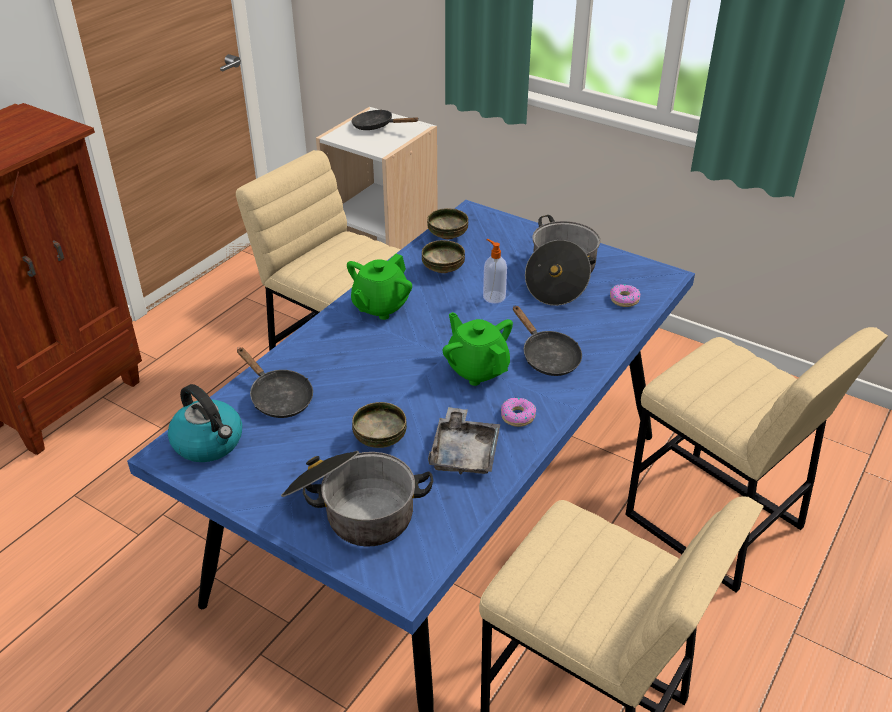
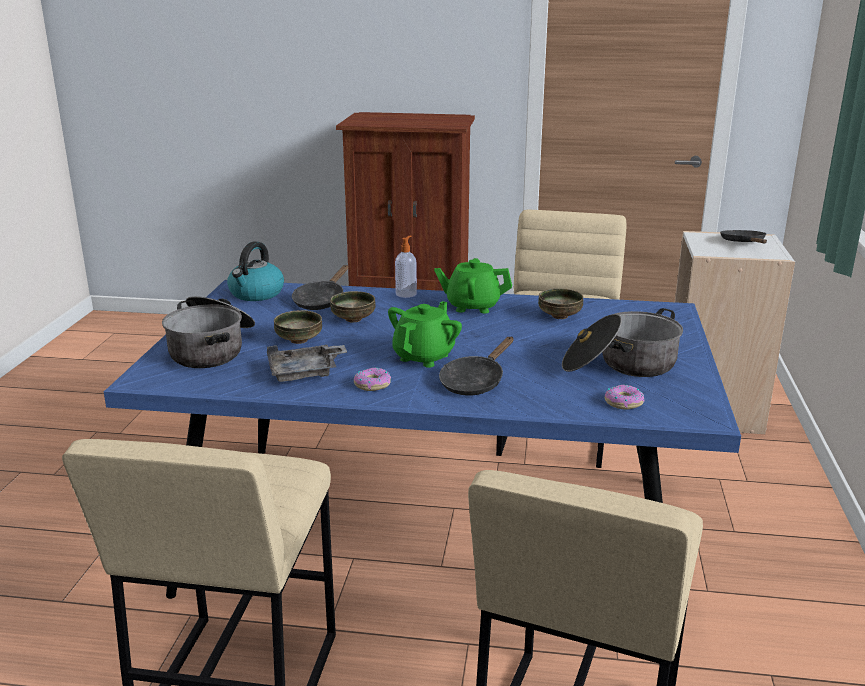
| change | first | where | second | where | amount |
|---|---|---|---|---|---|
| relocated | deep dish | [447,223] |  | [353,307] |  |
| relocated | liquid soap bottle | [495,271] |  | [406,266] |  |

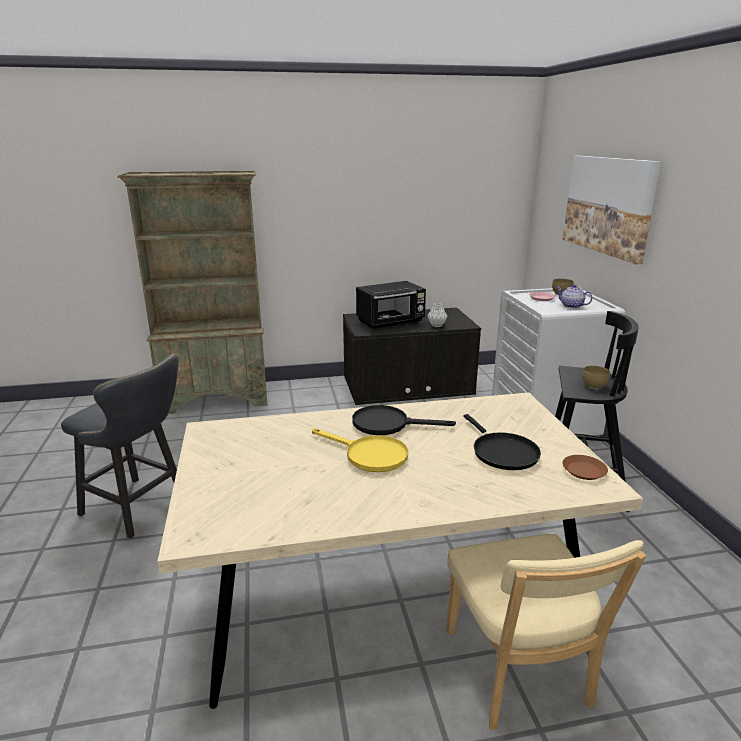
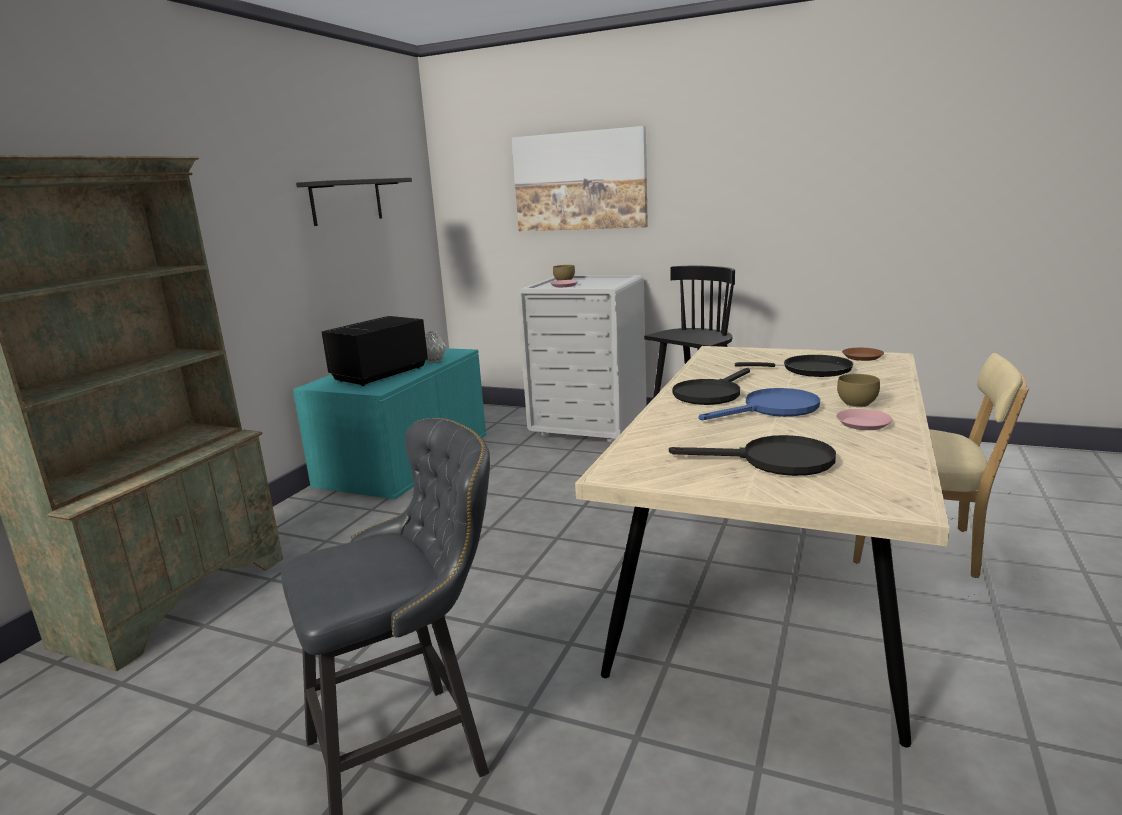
| change | first | where | second | where | amount |
|---|---|---|---|---|---|
| colour | yellow-coloured frying pan | [360,450] | bluish frying pan | [759,404] |  |
| colour | blackish cupboard | [412,356] | blue-green cupboard | [389,424] |  |
| spun | blackish kitchen microwave | [391,305] |  | [375,351] | 150 degrees counterclockwise |
| missing | tea pot | [574,296] |  |  |  |
| relocated | brownish deep dish | [596,377] |  | [858,390] |  |
| appeared |  |  | blackish shelf | [354,202] |  |
| appeared |  |  | blackish frying pan | [752,455] |  |
| appeared |  |  | pink dinner plate | [864,419] |  |

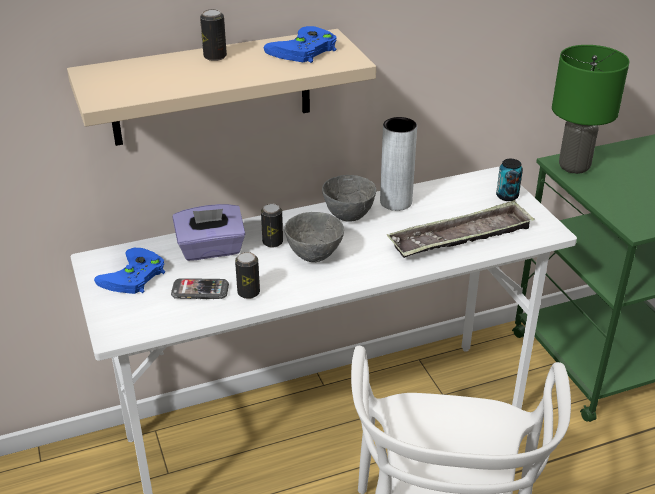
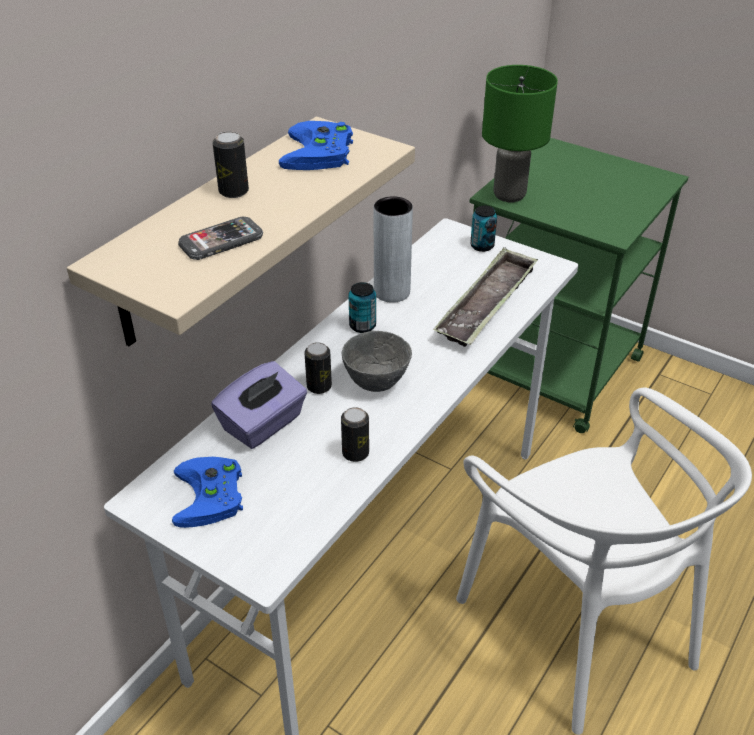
| change | first | where | second | where | amount |
|---|---|---|---|---|---|
| relocated | phone | [200,288] |  | [220,238] |  |
| exchanged | gray deep dish | [349,198] | metal can | [362,307] |  |

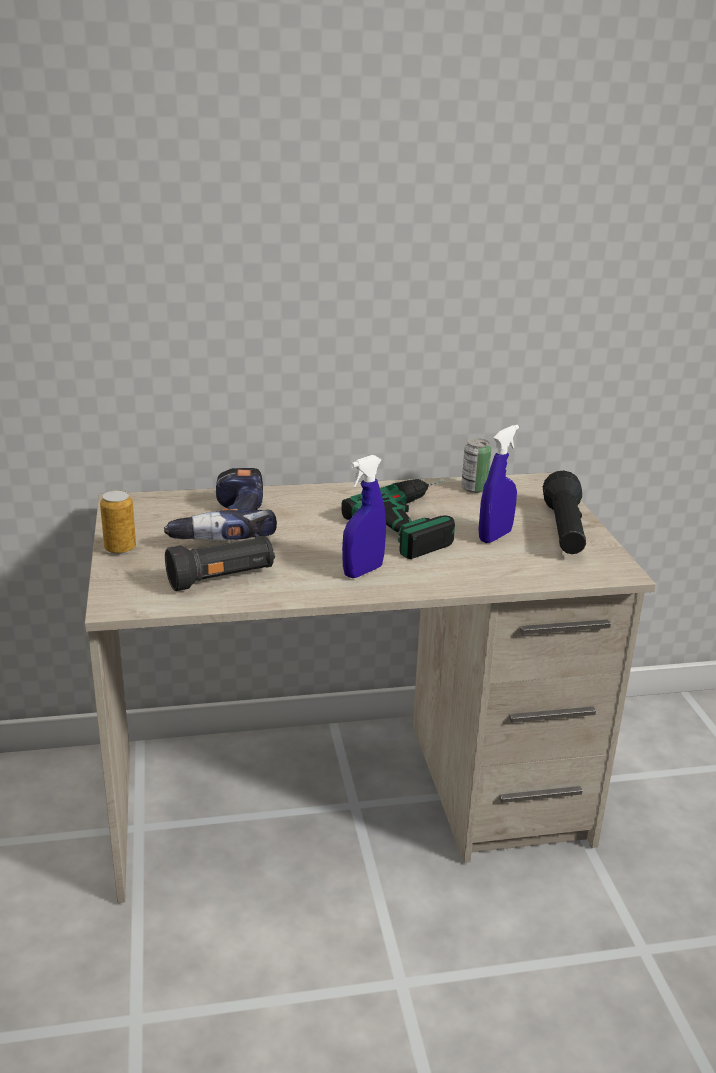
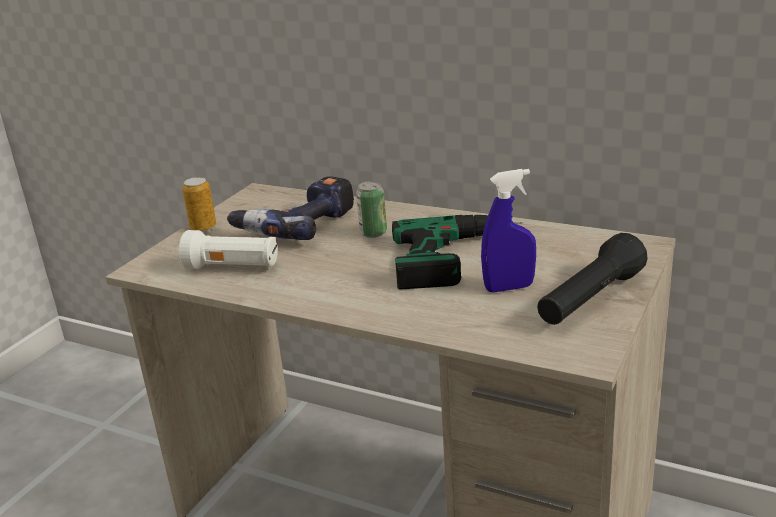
| change | first | where | second | where | amount |
|---|---|---|---|---|---|
| colour | blackish flashlight | [220,563] | white-coloured flashlight | [228,249] |  |
| missing | bluish sprayer | [364,516] |  |  |  |
| relocated | metal can | [476,465] |  | [371,209] |  |

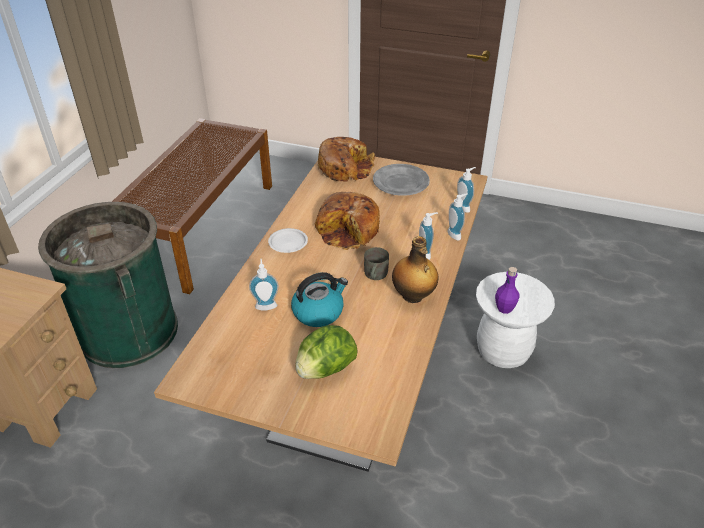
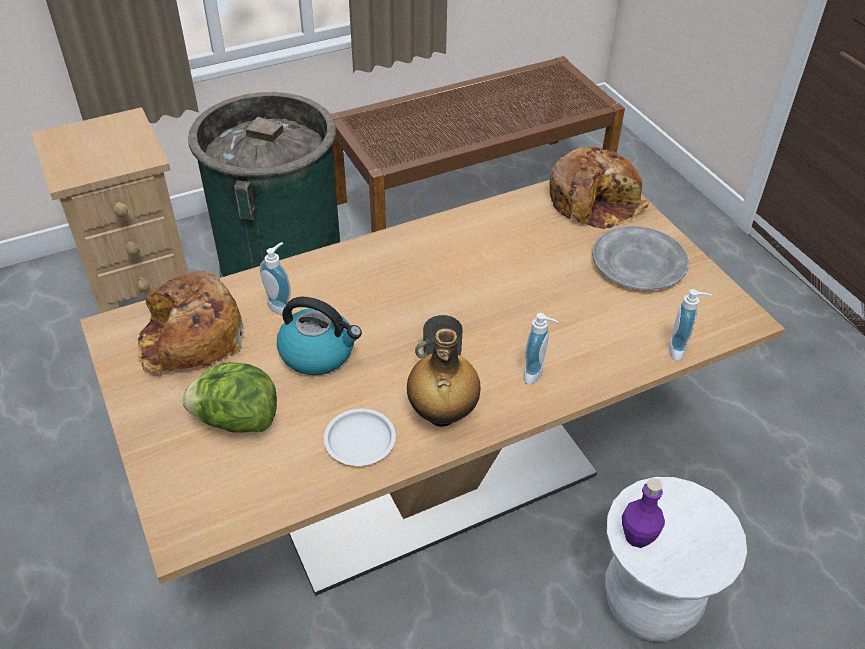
| change | first | where | second | where | amount |
|---|---|---|---|---|---|
| relocated | white-coloured dinner plate | [288,240] |  | [360,437] |  |
| relocated | bakery bread | [347,221] |  | [191,322] |  |
| missing | liquid soap bottle | [457,216] |  |  |  |

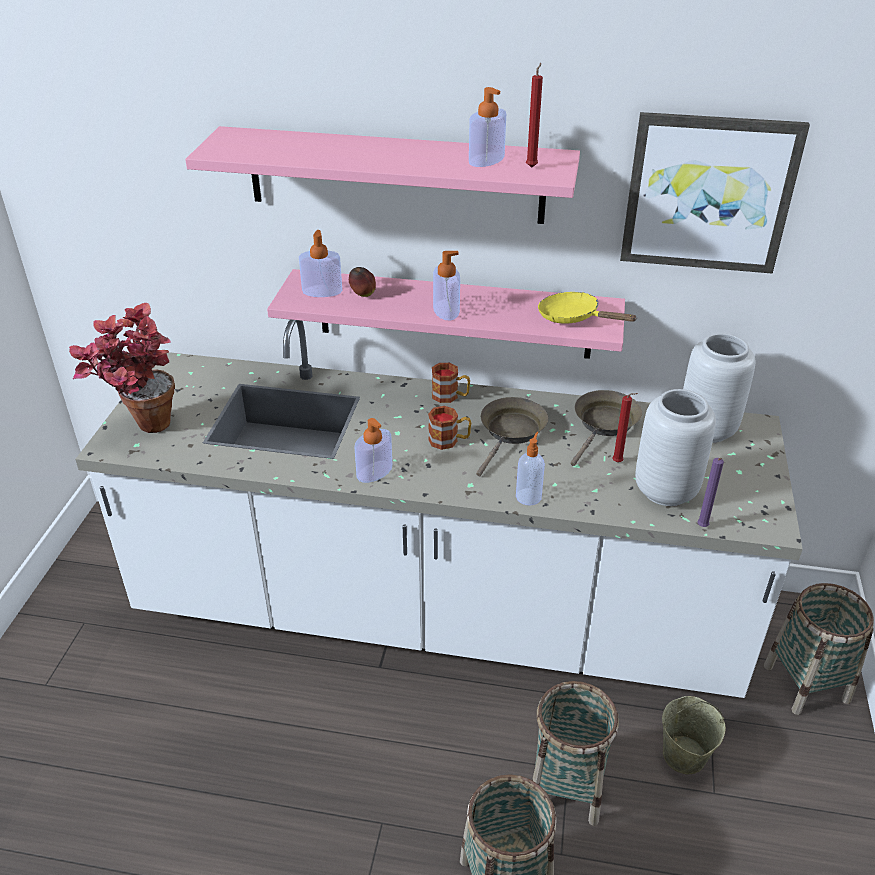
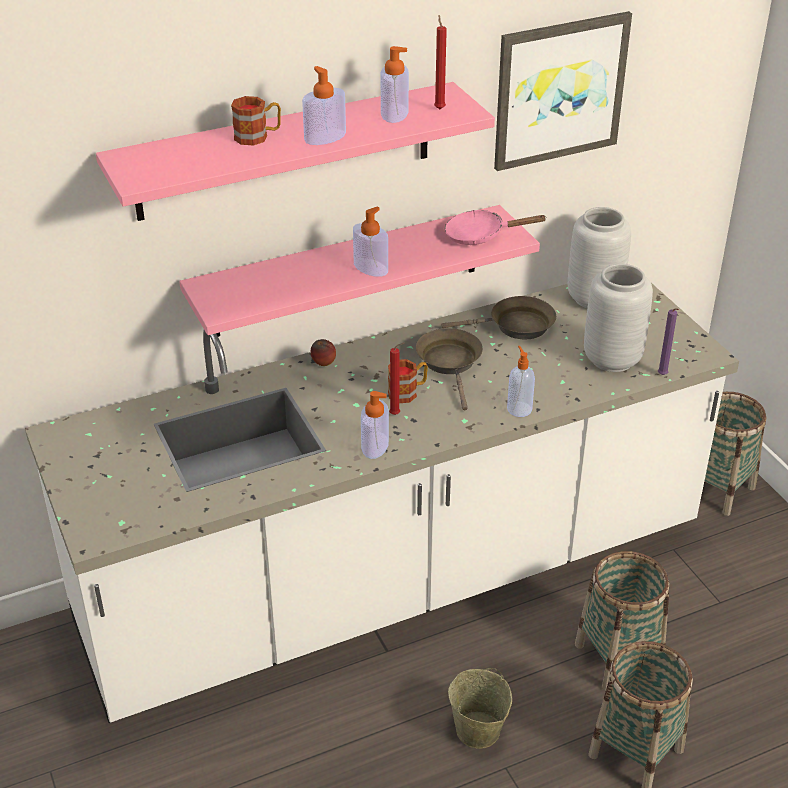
| change | first | where | second | where | amount |
|---|---|---|---|---|---|
| missing | plant in a pot | [122,368] |  |  |  |
| relocated | liquid soap bottle | [320,263] |  | [324,105] |  |
| relocated | apple | [362,282] |  | [323,352] |  |
| relocated | coffee mug | [451,383] |  | [256,121] |  |
| colour | yellow-coloured frying pan | [588,308] | pink frying pan | [496,227] |  |
| spun | brownish frying pan | [606,428] |  | [499,317] | 90 degrees clockwise |
| relocated | red wax light | [625,427] |  | [396,378] |  |
| relocated | sand-coloured bucket | [694,735] |  | [480,708] |  |

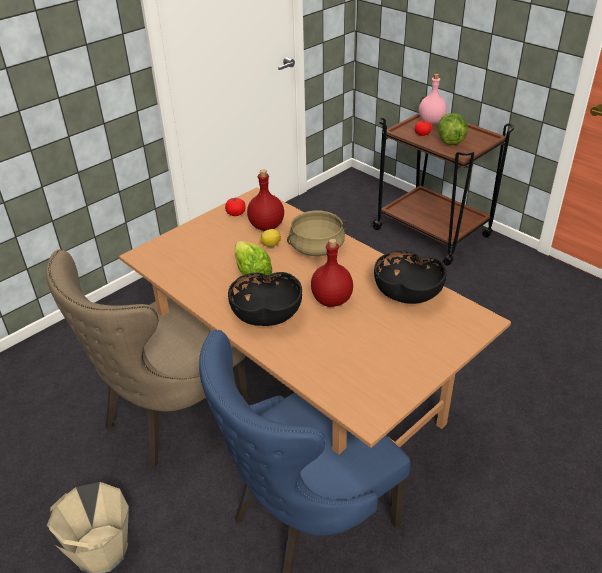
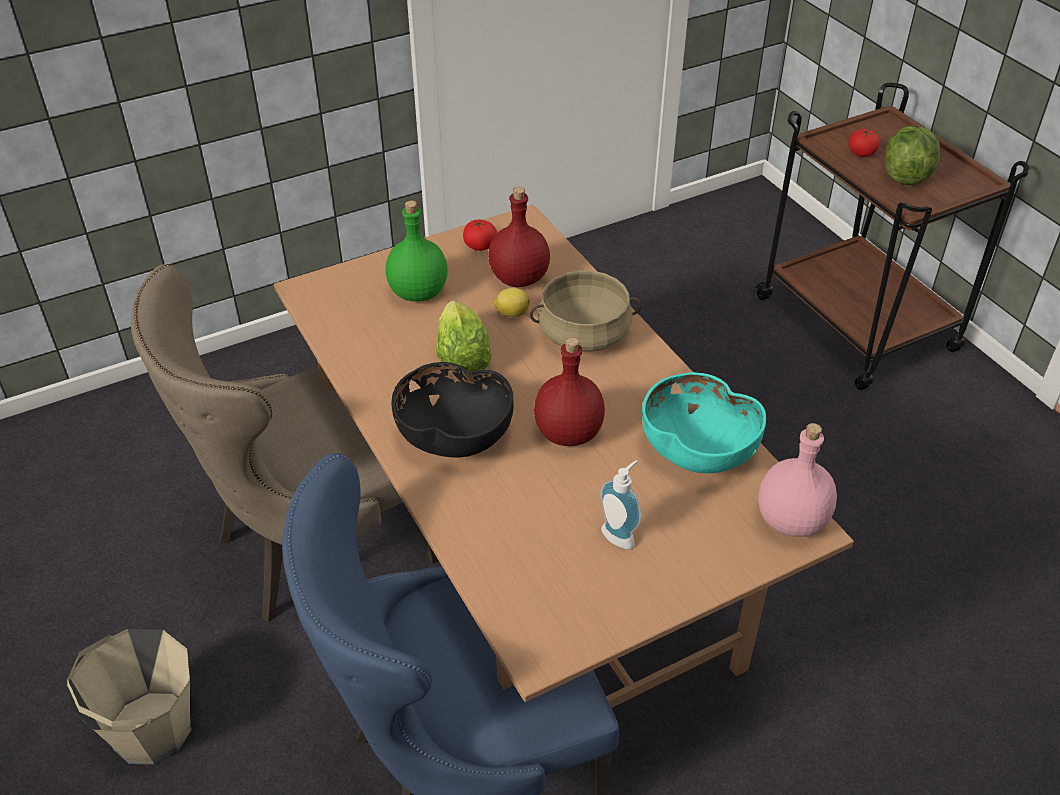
| change | first | where | second | where | amount |
|---|---|---|---|---|---|
| colour | blackish deep dish | [410,277] | blue-green deep dish | [704,422] |  |
| relocated | pink drink bottle | [433,99] |  | [797,480] |  |
| appeared |  |  | green drink bottle | [417,251] |  |
| appeared |  |  | liquid soap bottle | [620,504] |  |

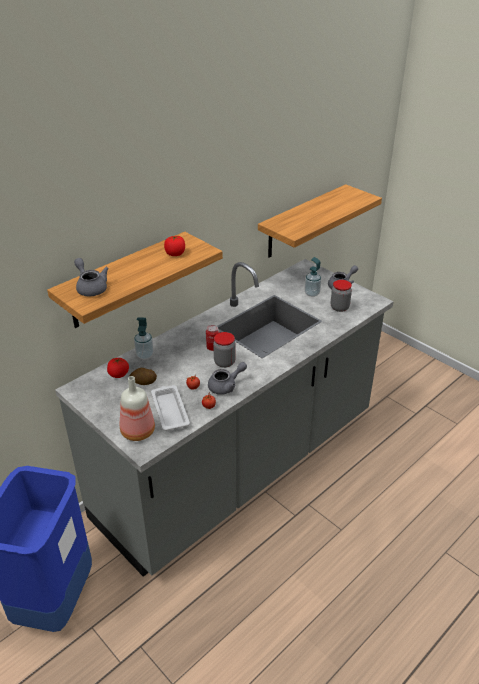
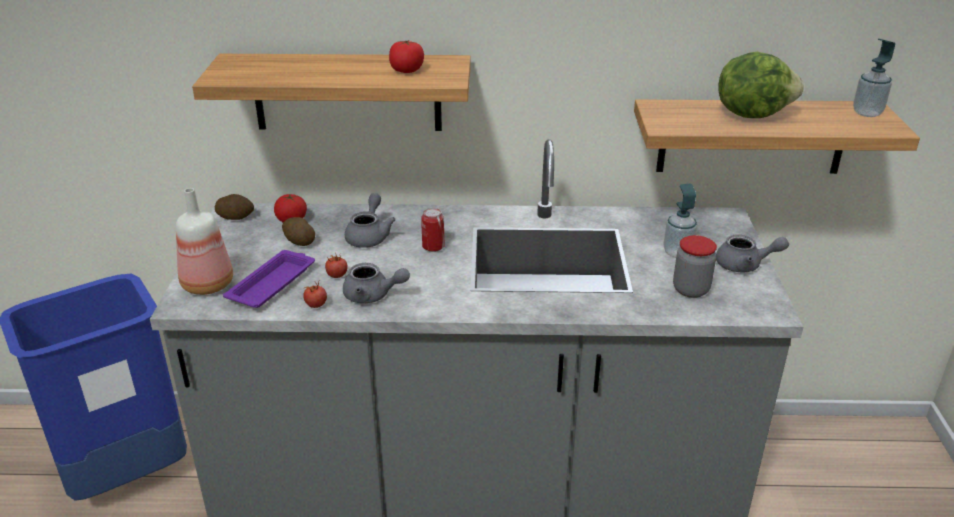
| change | first | where | second | where | amount |
|---|---|---|---|---|---|
| relocated | gray tea pot | [91,277] |  | [370,220] |  |
| relocated | liquid soap bottle | [144,338] |  | [874,78] |  |
| colour | white-coloured tray | [170,408] | purple tray | [269,279] |  |
| missing | storage jar | [224,350] |  |  |  |
| appeared |  |  | potato | [234,207] |  |
| appeared |  |  | lettuce | [761,85] |  |

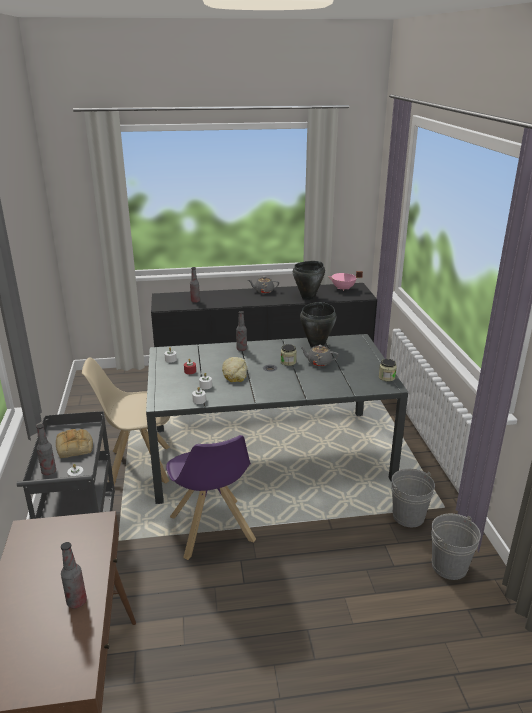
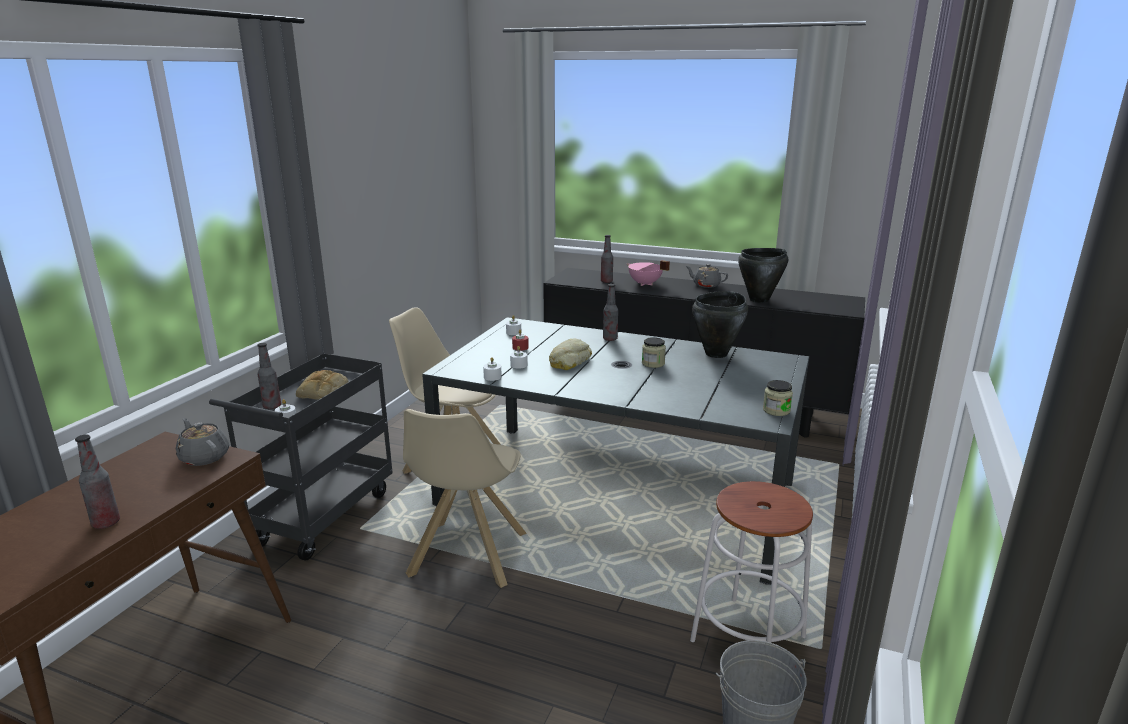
| change | first | where | second | where | amount |
|---|---|---|---|---|---|
| colour | purple chair | [211,497] | sand-coloured chair | [465,498] |  |
| relocated | gray tea pot | [319,356] |  | [202,442] |  |
| relocated | pink cooking pot | [345,281] |  | [648,273] |  |
| exchanged | gray bucket | [413,498] | white-coloured stool | [751,562] |  |

